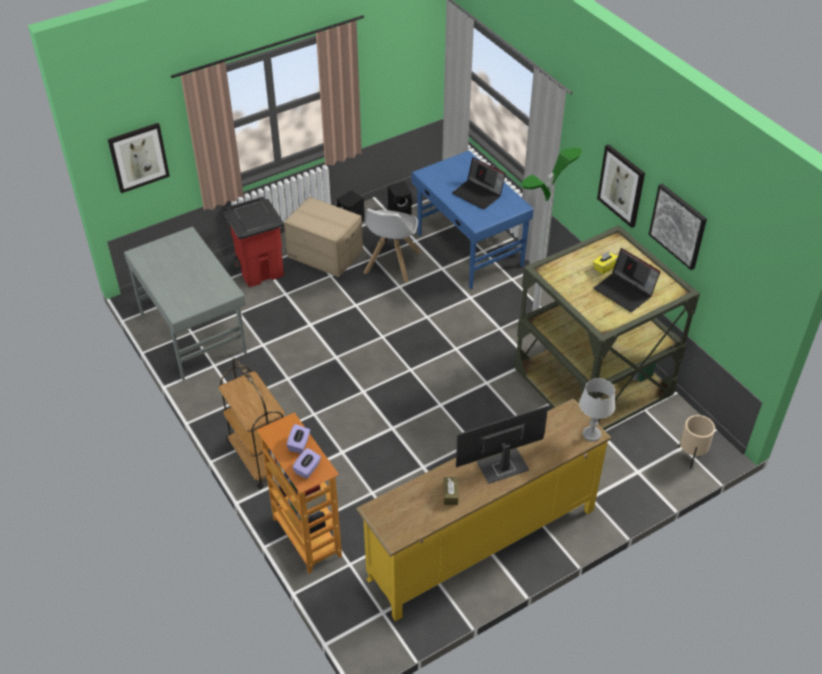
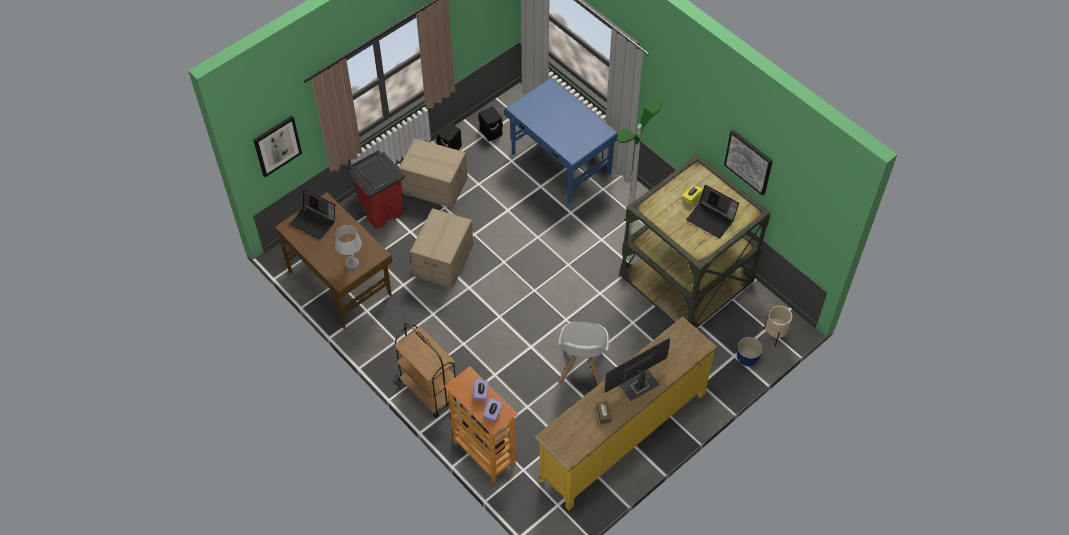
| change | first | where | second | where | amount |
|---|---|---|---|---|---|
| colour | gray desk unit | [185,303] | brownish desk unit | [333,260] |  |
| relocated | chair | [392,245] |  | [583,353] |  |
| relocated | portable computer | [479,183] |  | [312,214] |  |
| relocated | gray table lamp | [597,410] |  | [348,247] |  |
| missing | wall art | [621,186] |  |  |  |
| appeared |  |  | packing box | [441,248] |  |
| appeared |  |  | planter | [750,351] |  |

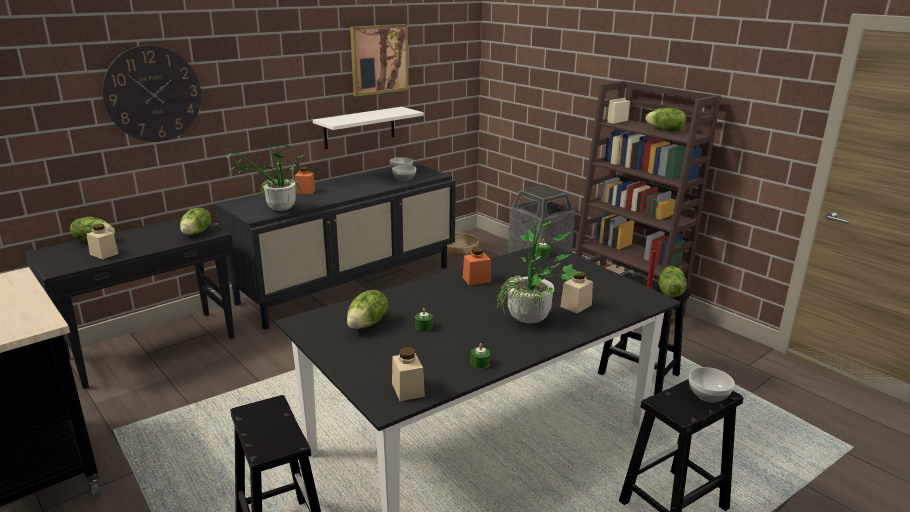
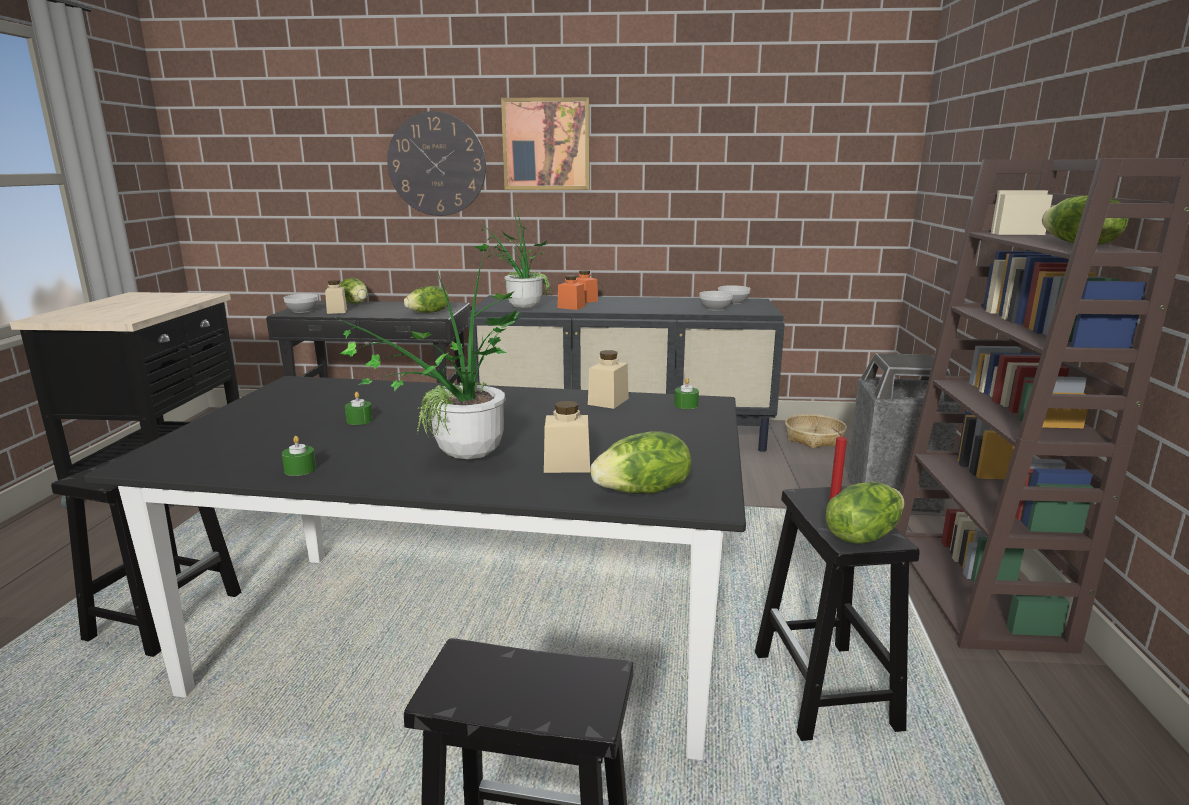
| change | first | where | second | where | amount |
|---|---|---|---|---|---|
| missing | white-coloured shelf | [368,128] |  |  |  |
| relocated | lettuce | [367,309] |  | [640,462] |  |
| relocated | wall art | [379,60] |  | [545,143] |  |
| relocated | sand-coloured storage jar | [408,374] |  | [608,379] |  |
| relocated | orange storage jar | [477,266] |  | [571,292] |  |
| relocated | deep dish | [712,385] |  | [301,303] |  |

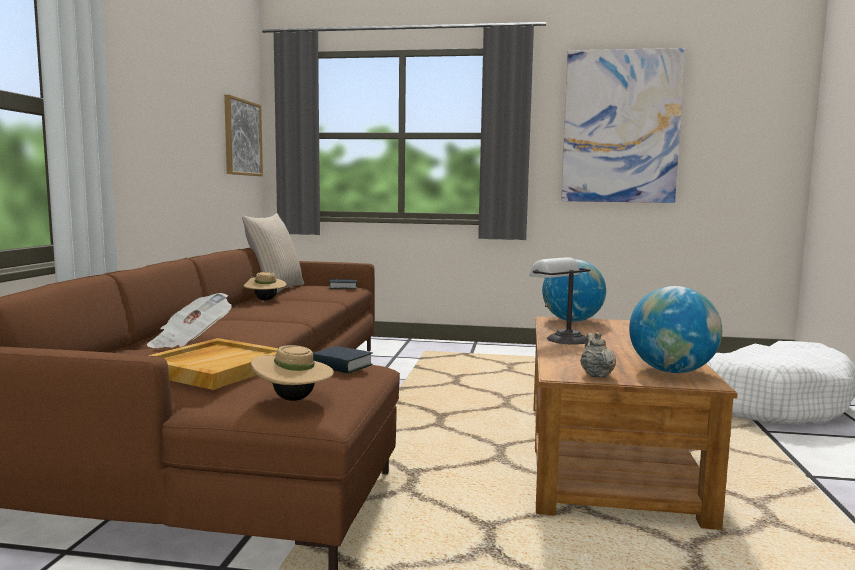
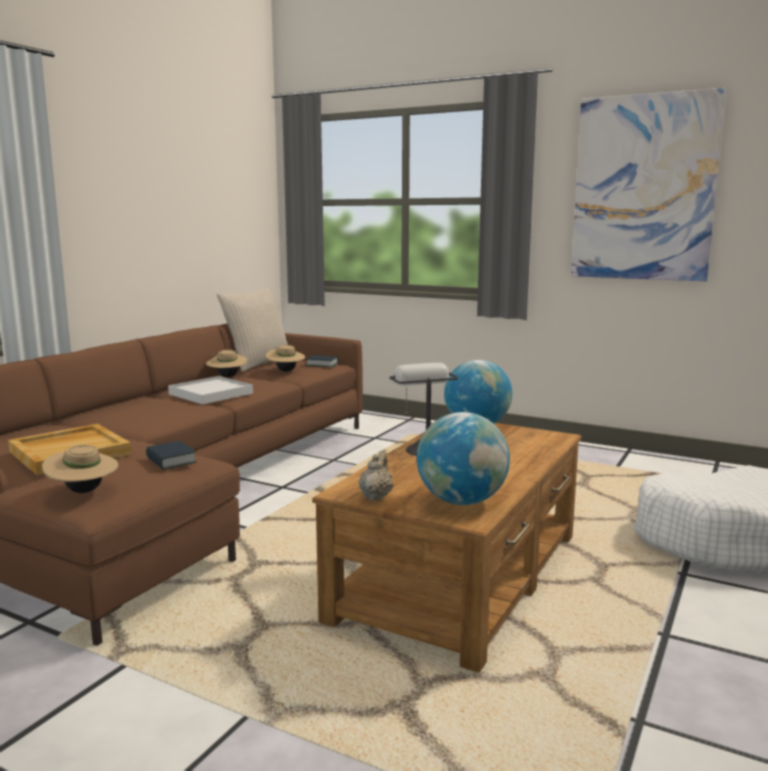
| change | first | where | second | where | amount |
|---|---|---|---|---|---|
| missing | daily paper | [189,320] |  |  |  |
| missing | wall art | [243,135] |  |  |  |
| appeared |  |  | white-coloured tray | [210,390] |  |
| appeared |  |  | sand-coloured clothing hat | [285,358] |  |

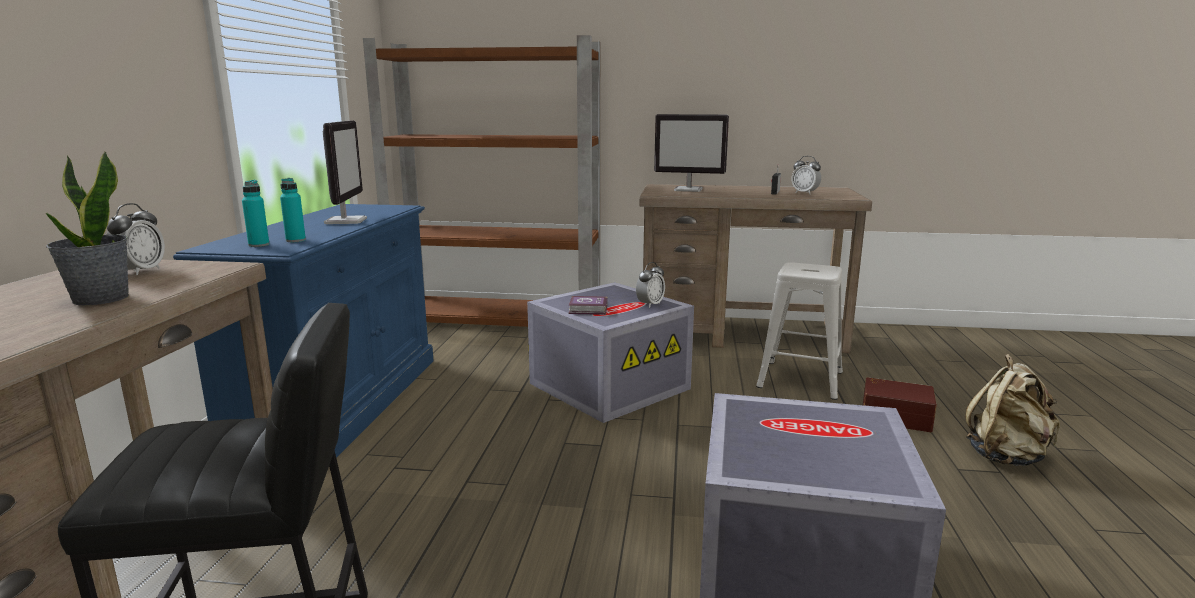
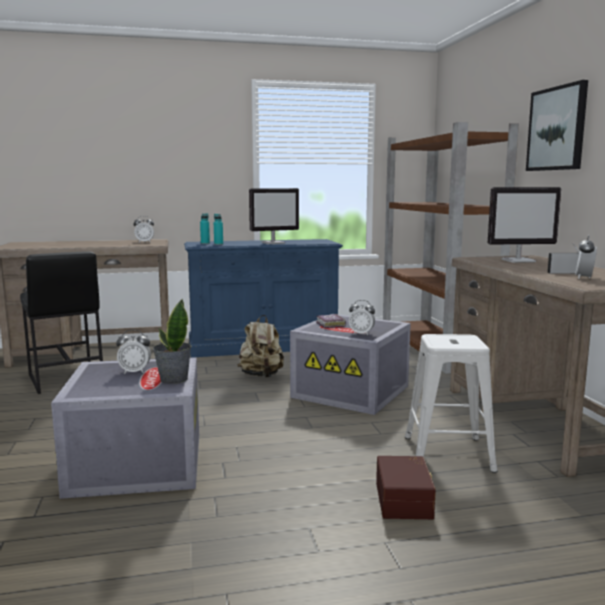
| change | first | where | second | where | amount |
|---|---|---|---|---|---|
| relocated | plant in a pot | [87,229] |  | [172,341] |  |
| spun | computer screen | [691,153] |  | [524,225] | 90 degrees counterclockwise |
| relocated | sand-coloured rucksack | [1012,410] |  | [260,346] |  |
| appeared |  |  | table clock | [133,352] |  |
| appeared |  |  | wall art | [557,125] |  |

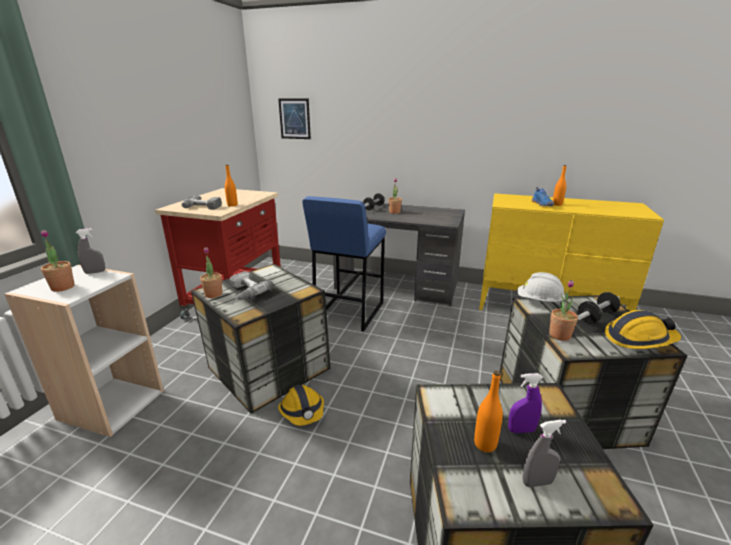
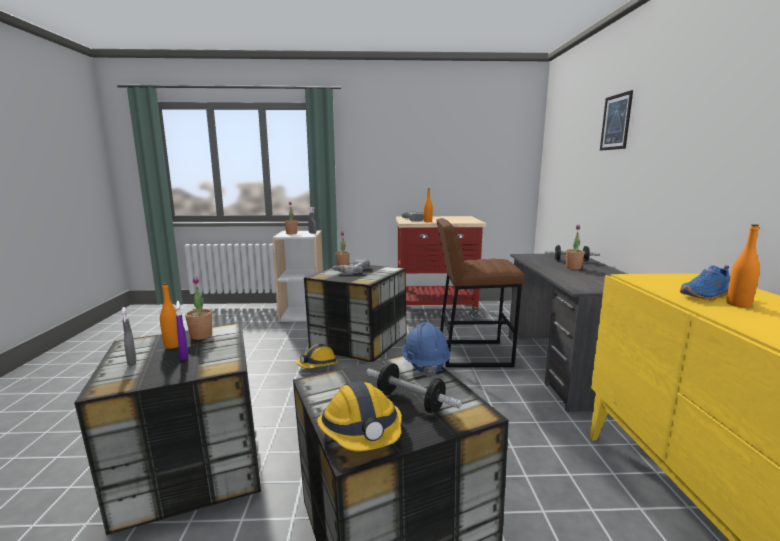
| change | first | where | second | where | amount |
|---|---|---|---|---|---|
| relocated | wall art | [294,118] |  | [616,120] |  |
| colour | bluish stool | [344,264] | brownish stool | [480,292] |  |
| colour | white-coloured safety helmet | [541,288] | bluish safety helmet | [426,350] |  |
| relocated | plant in a pot | [563,310] |  | [198,308] |  |

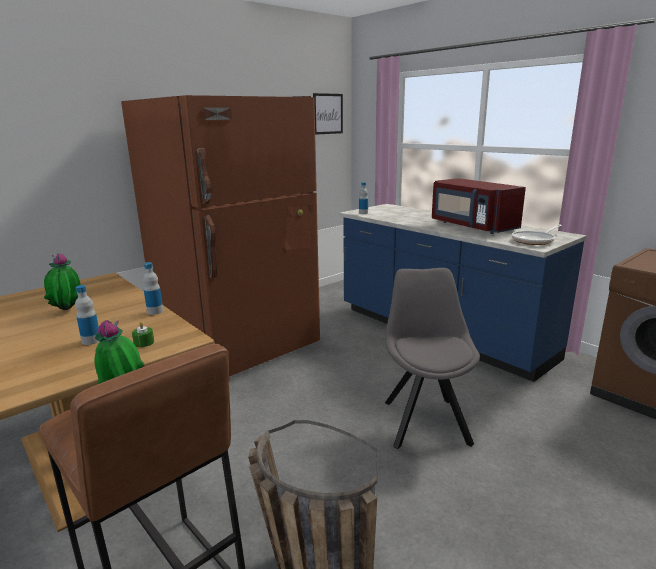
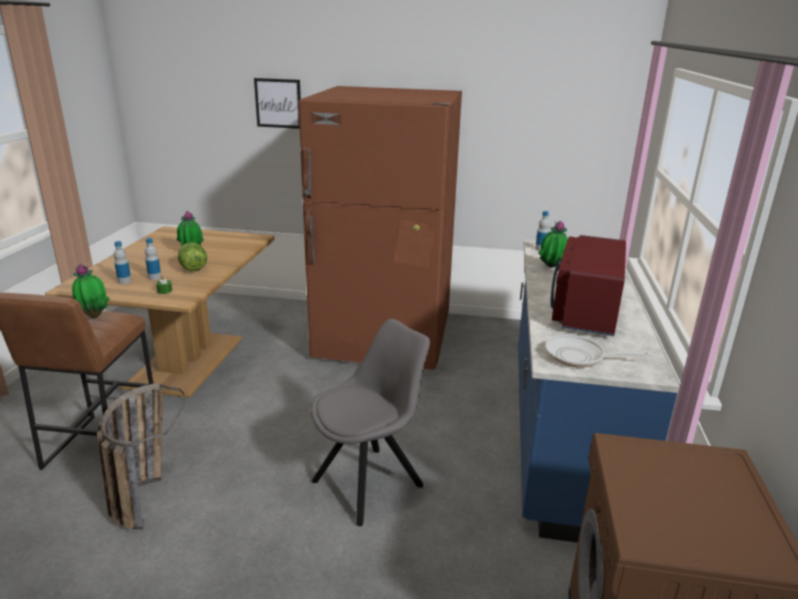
| change | first | where | second | where | amount |
|---|---|---|---|---|---|
| relocated | drink bottle | [153,288] |  | [123,262] |  |
| relocated | wall art | [328,114] |  | [277,103] |  |
| appeared |  |  | lettuce | [192,257] |  |
| appeared |  |  | plant in a pot | [553,244] |  |

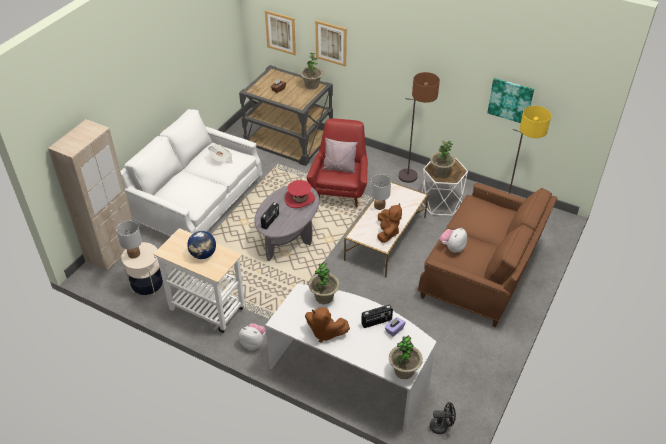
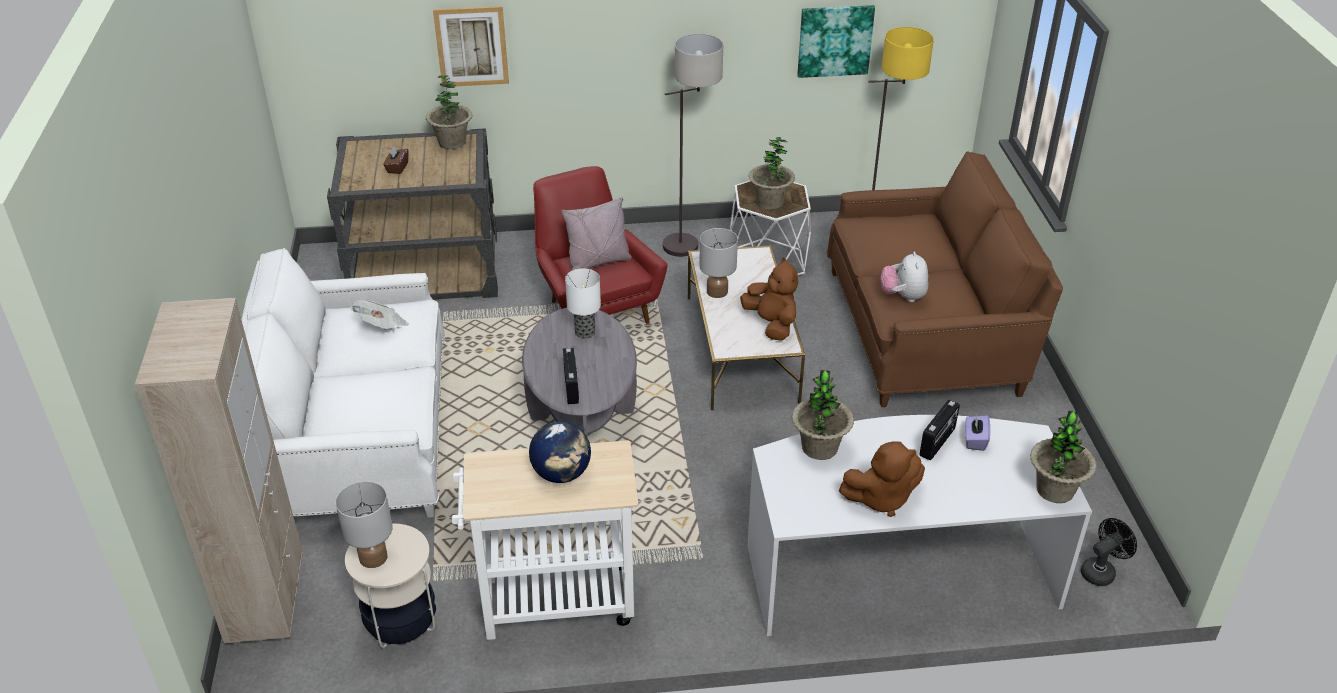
| change | first | where | second | where | amount |
|---|---|---|---|---|---|
| missing | cuddly toy | [252,336] |  |  |  |
| missing | wall art | [280,32] |  |  |  |
| exchanged | red clothing hat | [300,194] | table lamp | [583,303] |  |
| colour | brownish standard lamp | [419,127] | gray standard lamp | [693,145] |  |

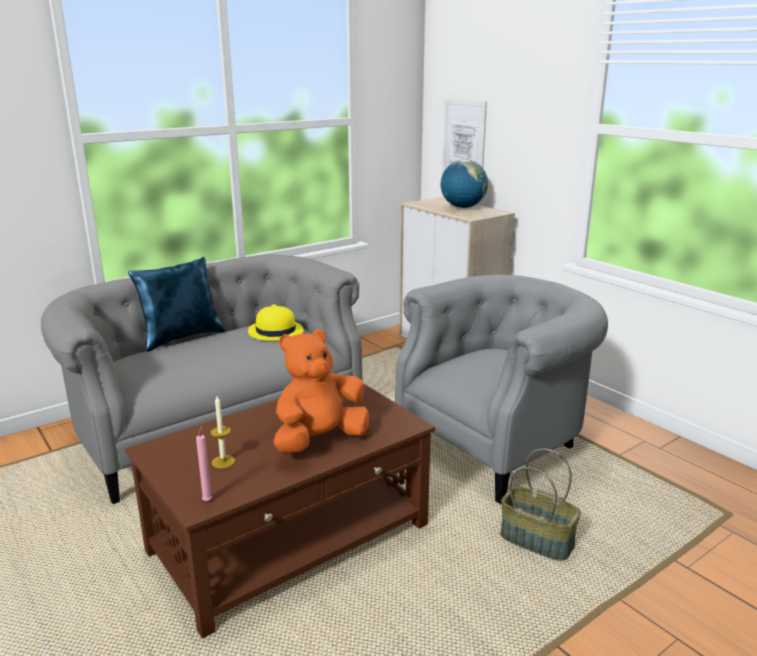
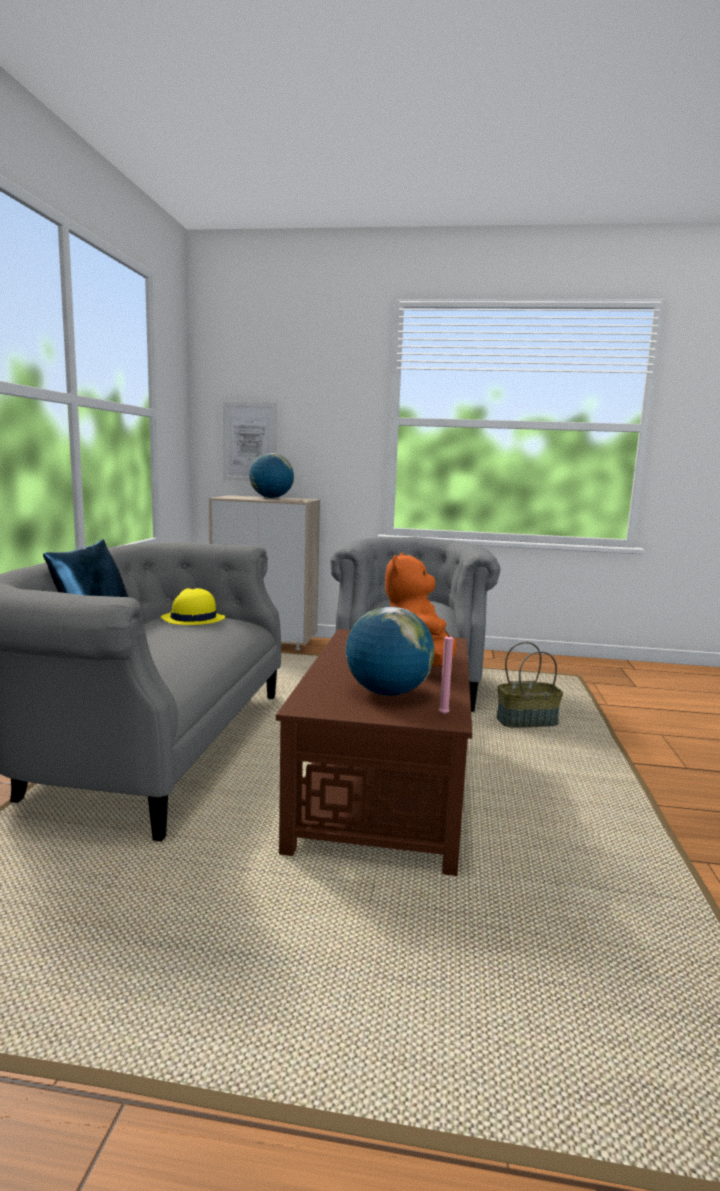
| change | first | where | second | where | amount |
|---|---|---|---|---|---|
| exchanged | wax light | [222,432] | globe | [390,651] |  |

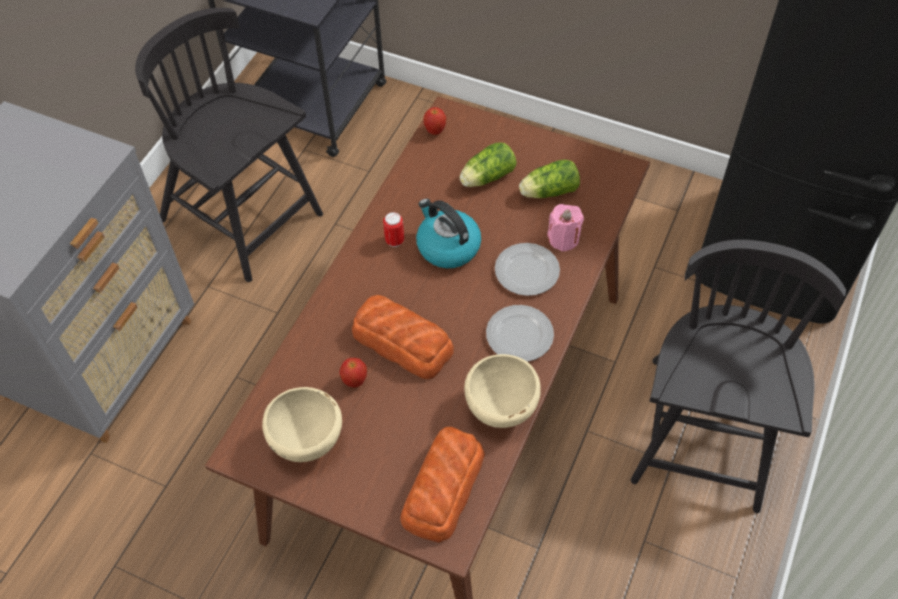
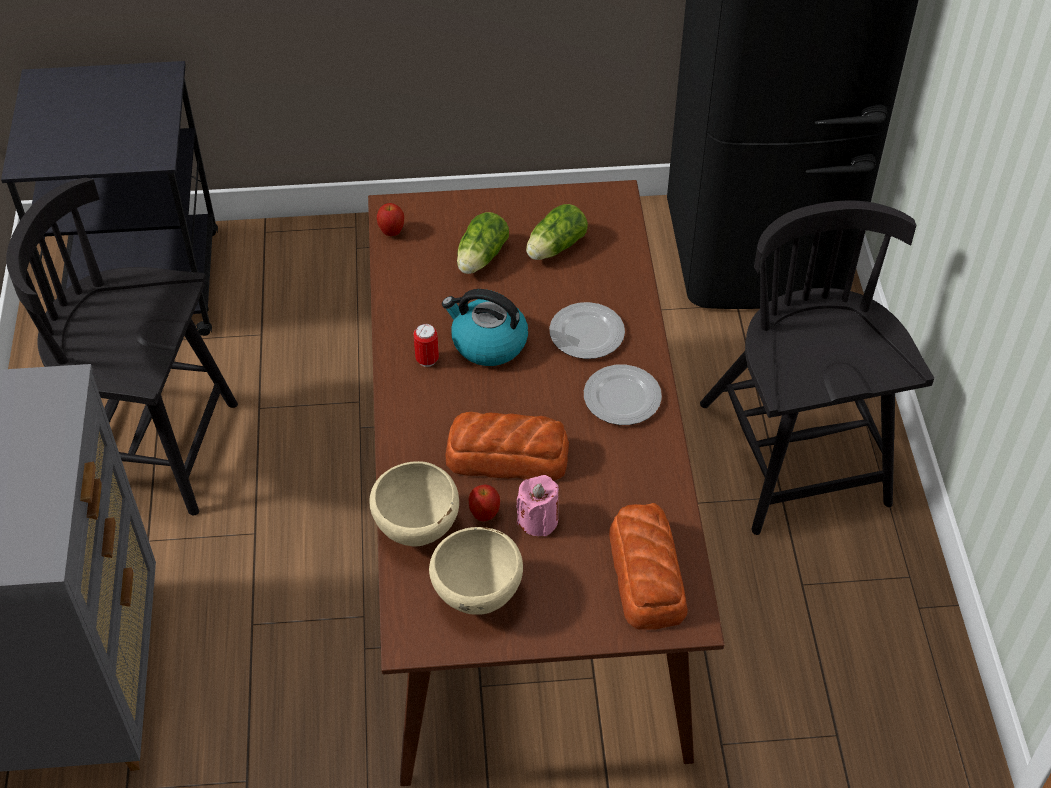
| change | first | where | second | where | amount |
|---|---|---|---|---|---|
| relocated | sand-coloured deep dish | [502,391] |  | [414,504] |  |
| relocated | pink wax light | [565,228] |  | [537,505] |  |

